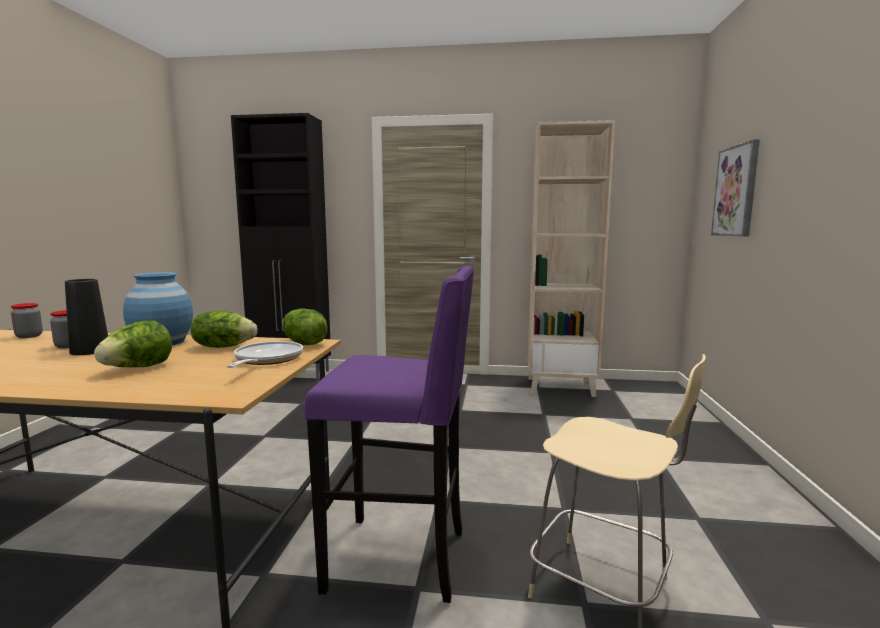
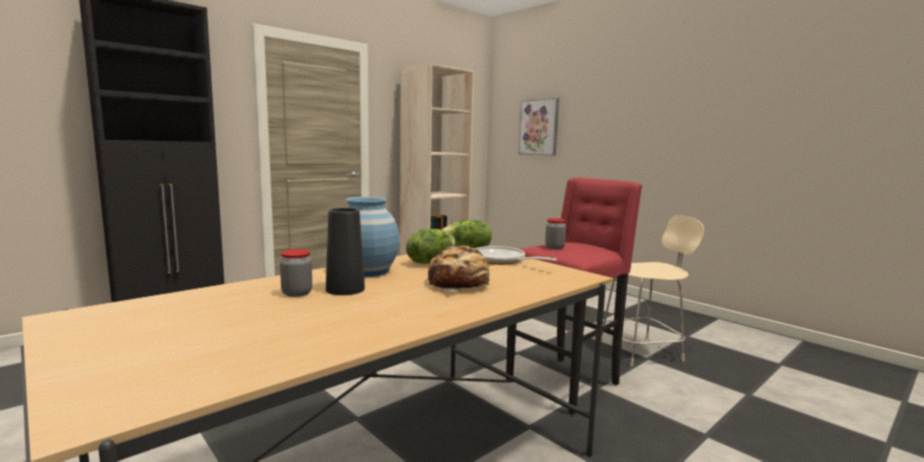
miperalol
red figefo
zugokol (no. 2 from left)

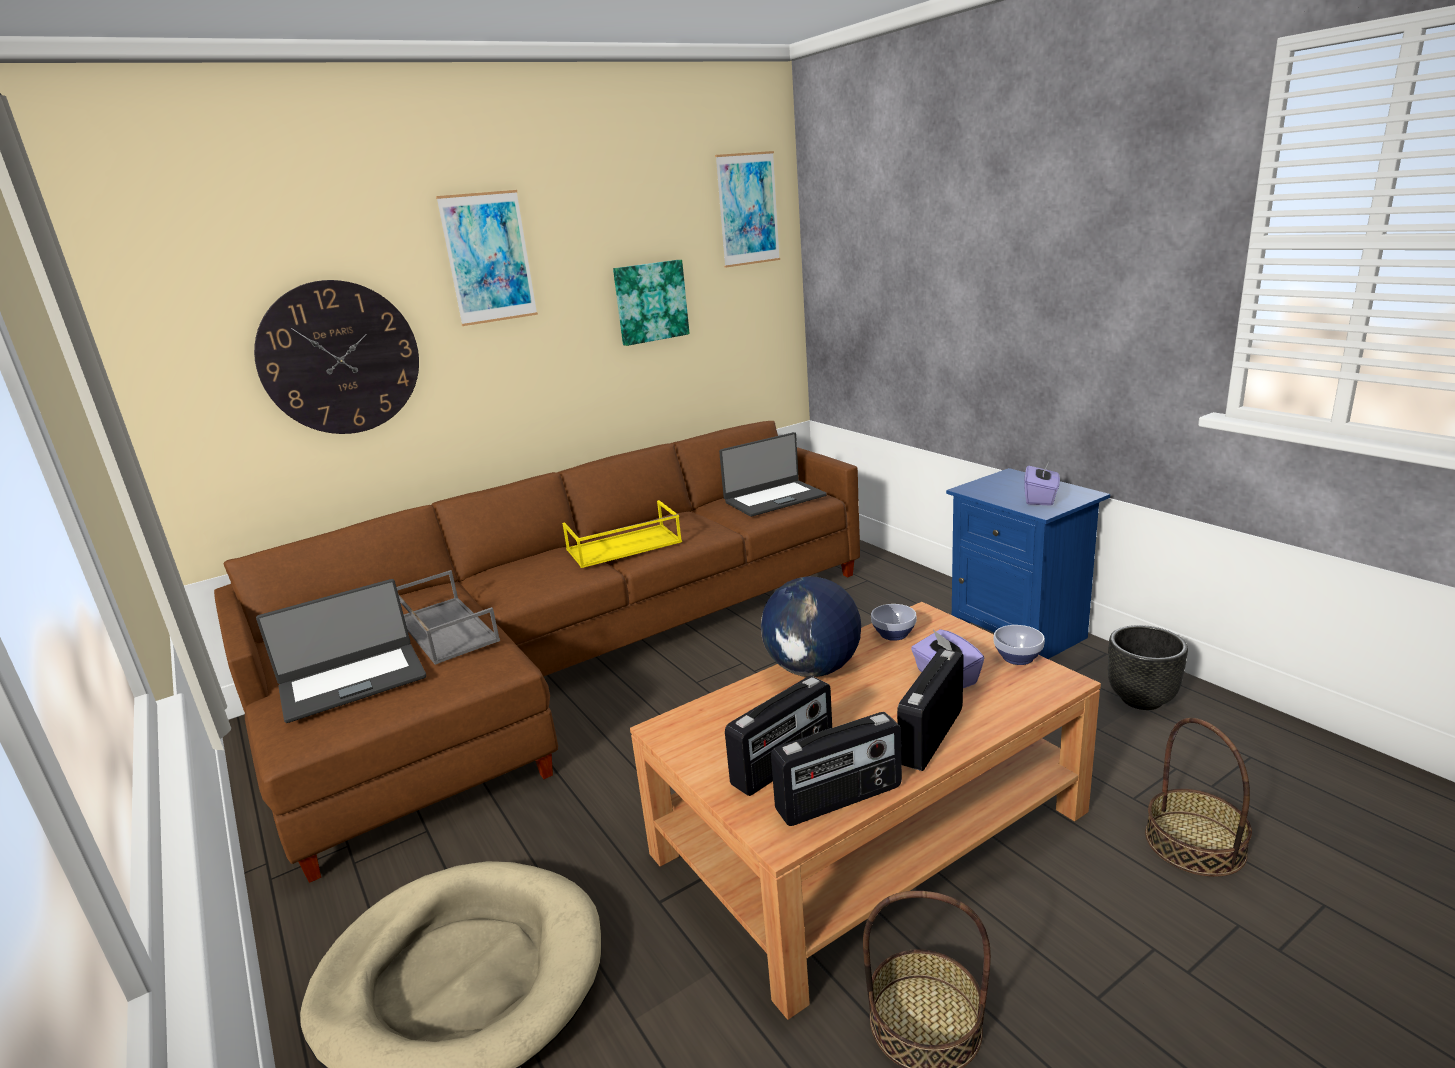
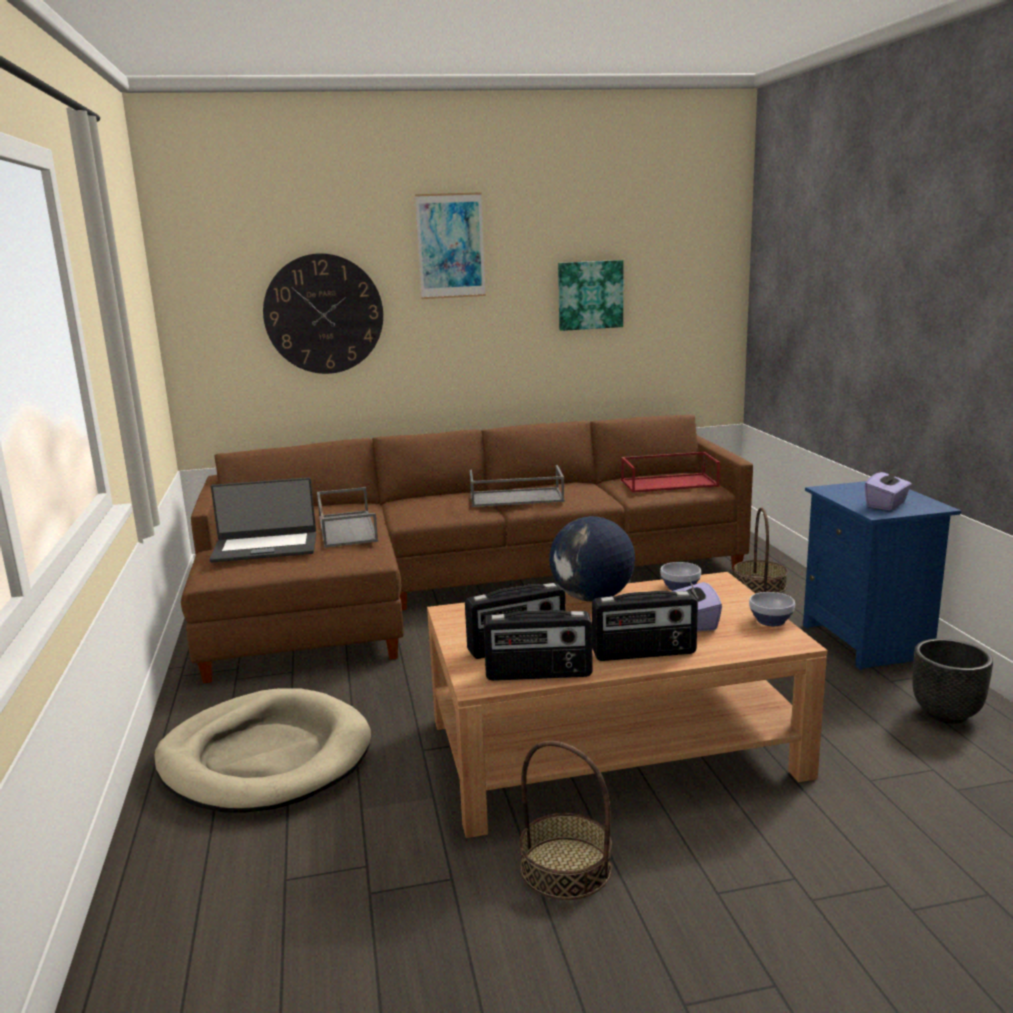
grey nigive (no. 2 from left)
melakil (no. 3 from left)
red nigive
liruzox (no. 2 from left)
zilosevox (no. 3 from left in the first image)

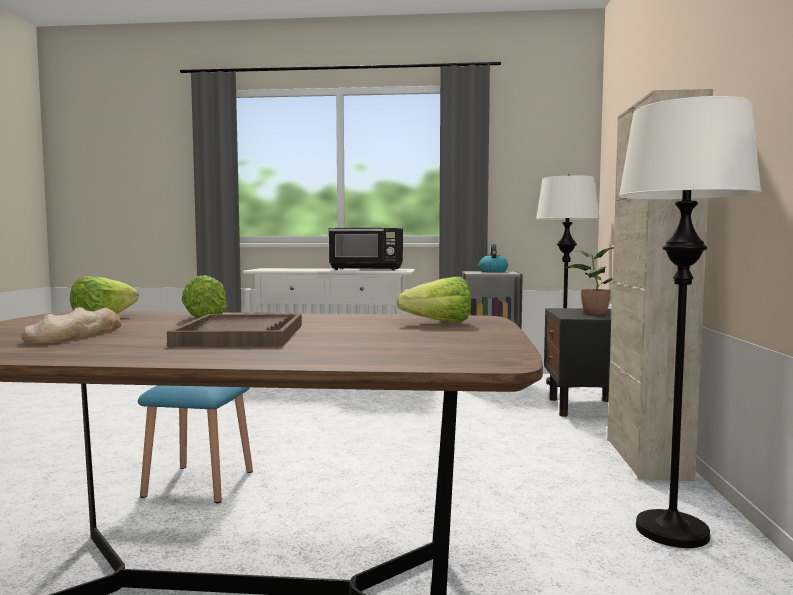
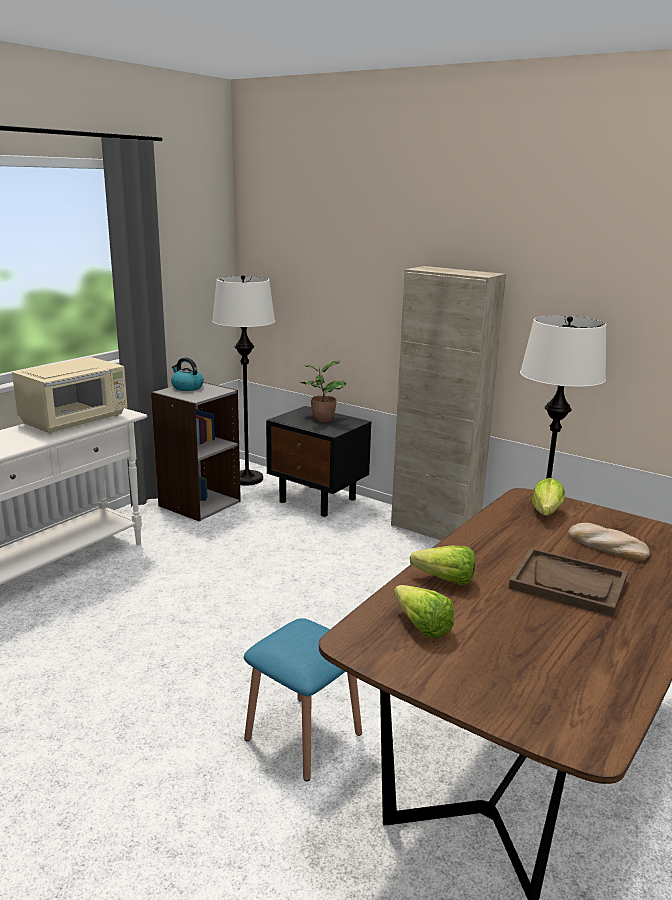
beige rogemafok
miperalol

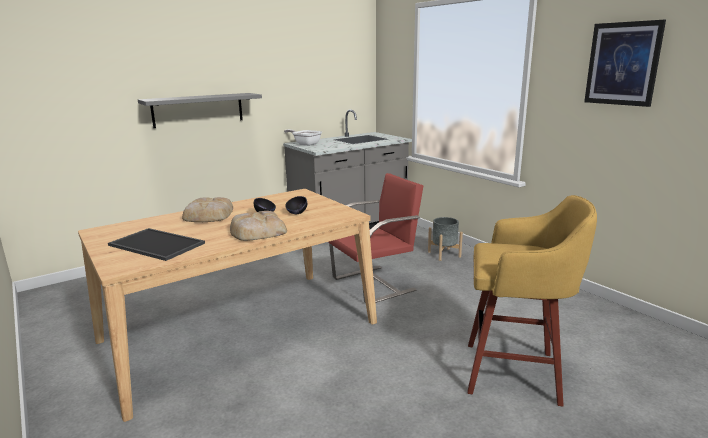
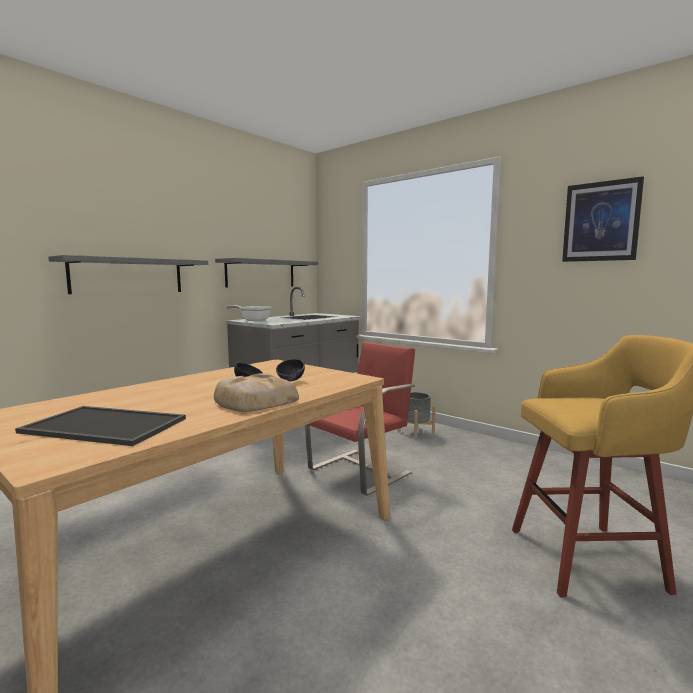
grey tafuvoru (no. 2 from left)
miperalol (no. 1 from left in the first image)

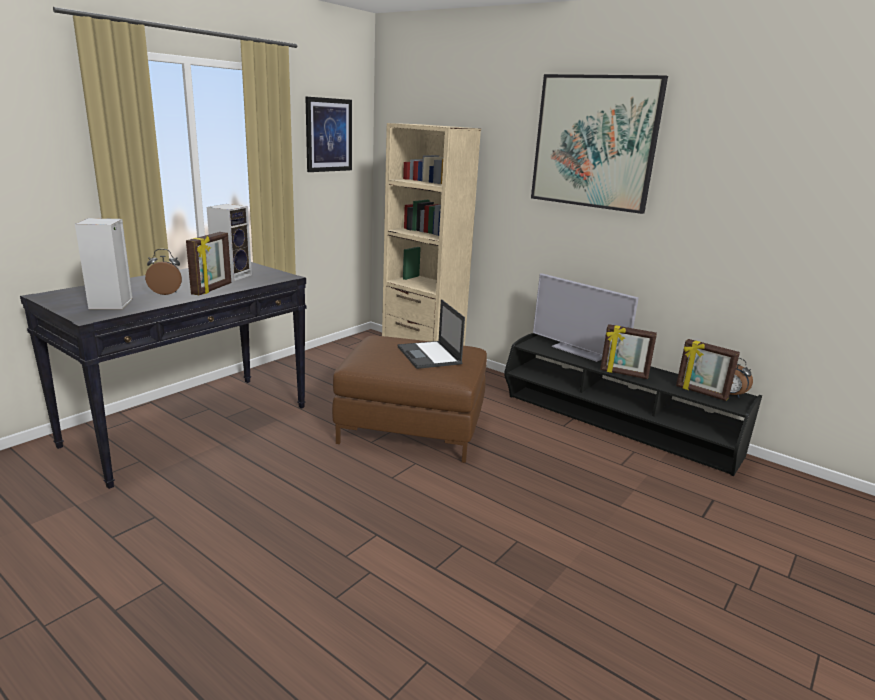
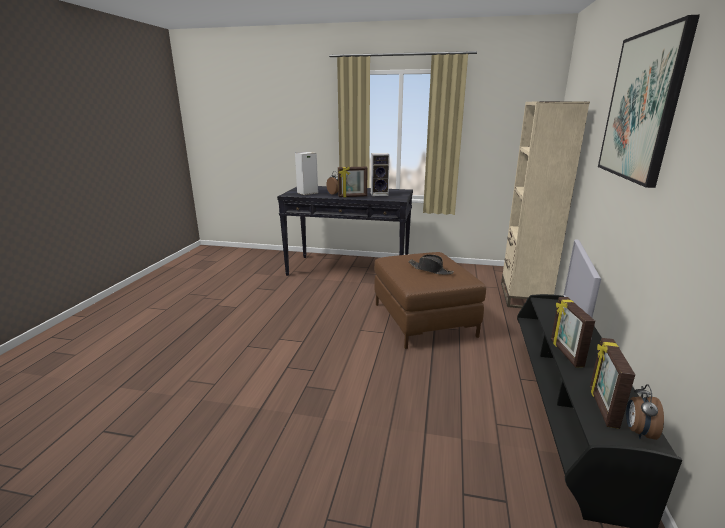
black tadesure
zilosevox (no. 1 from left in the first image)

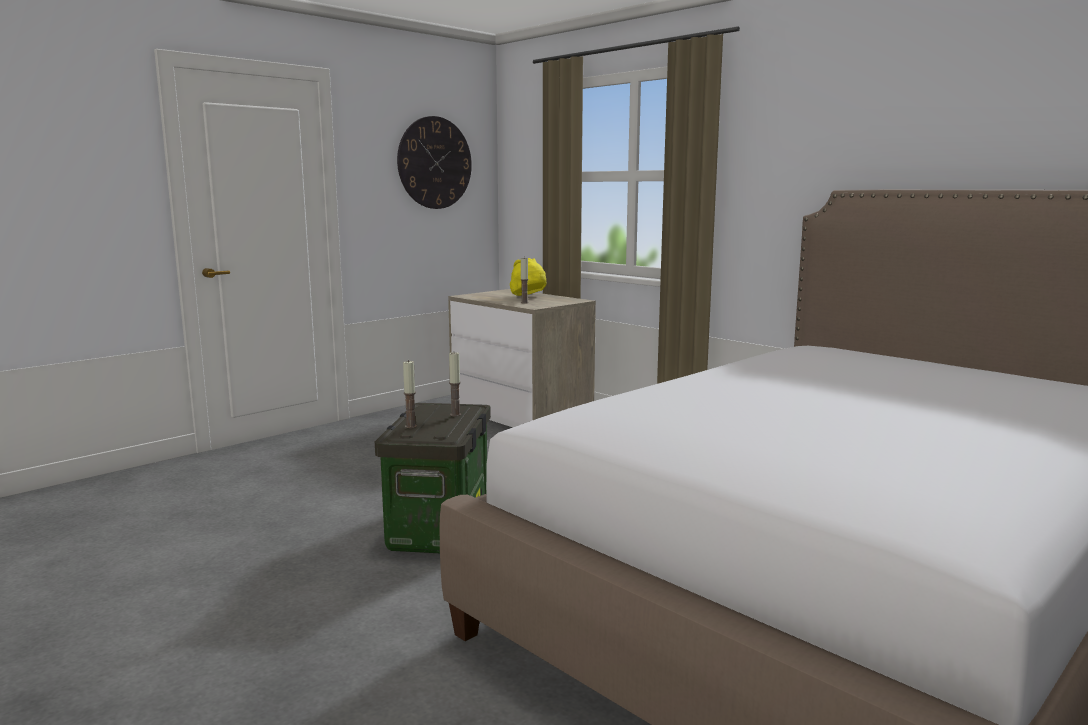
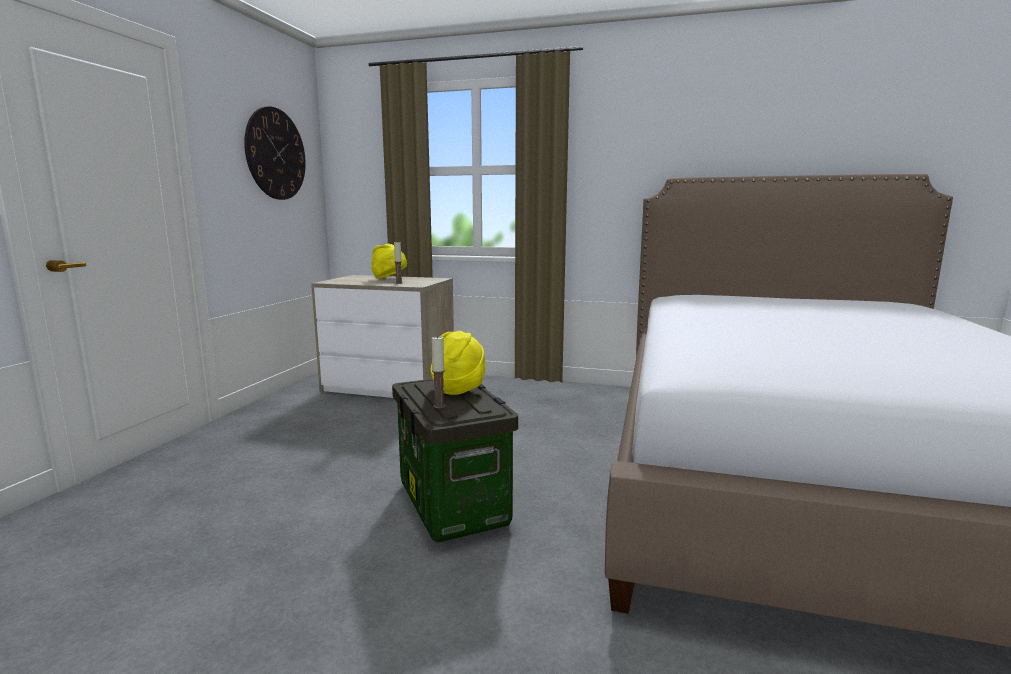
yellow tadesure (no. 2 from left)

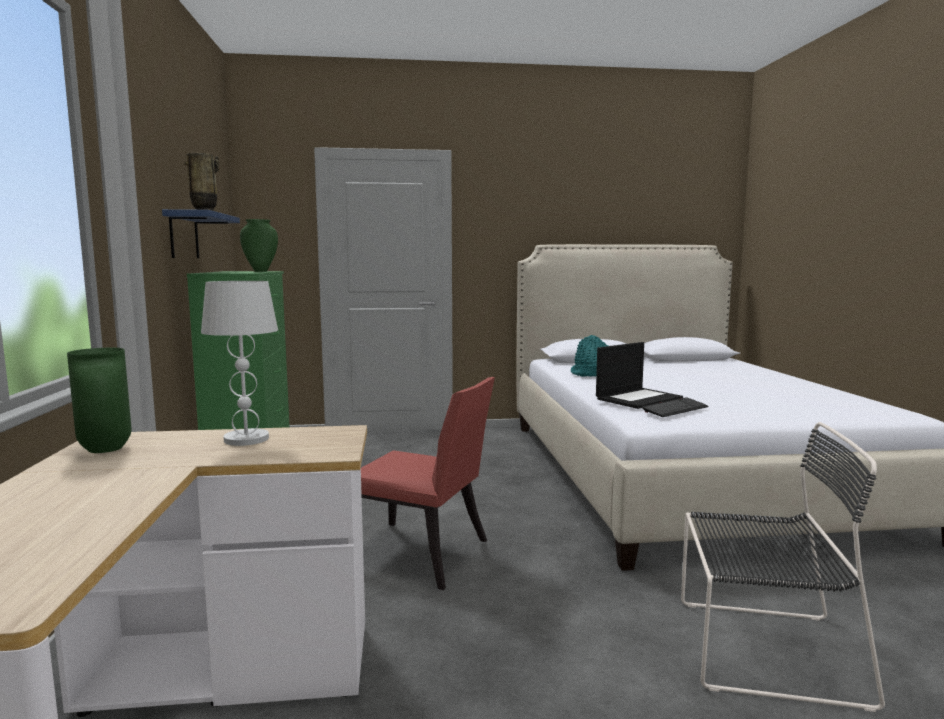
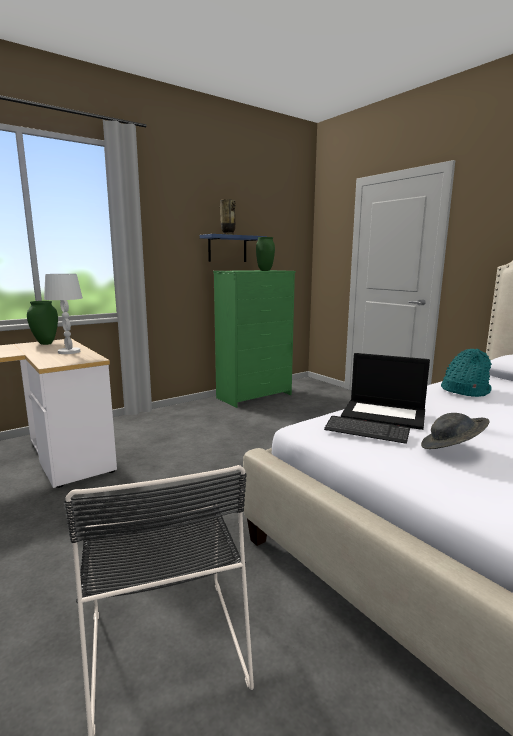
grey tadesure
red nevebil

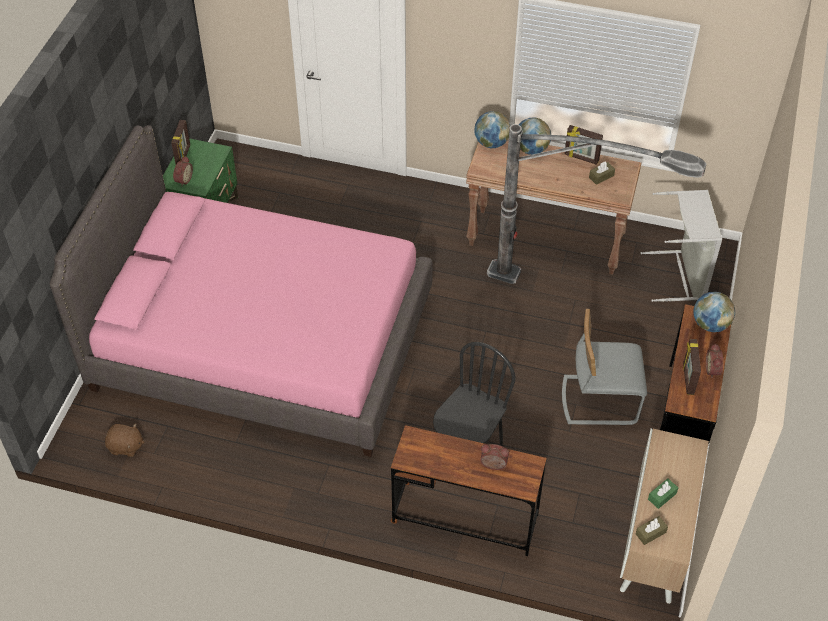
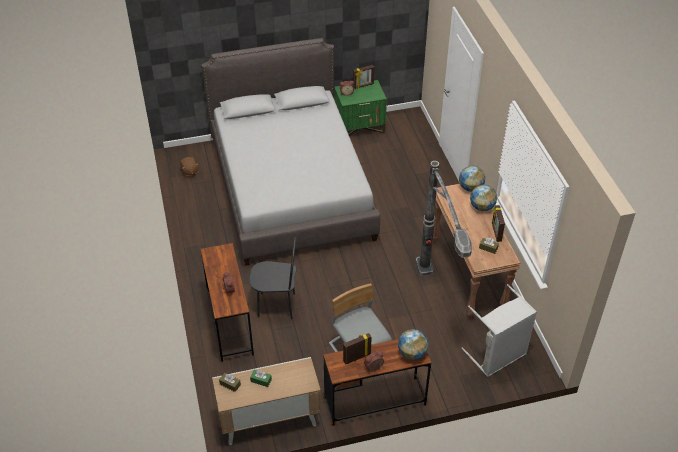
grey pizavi

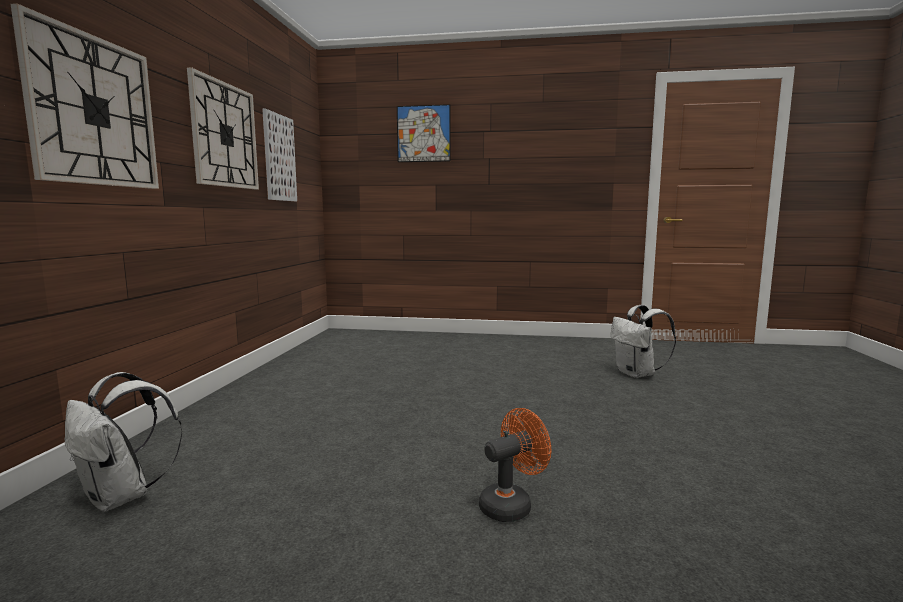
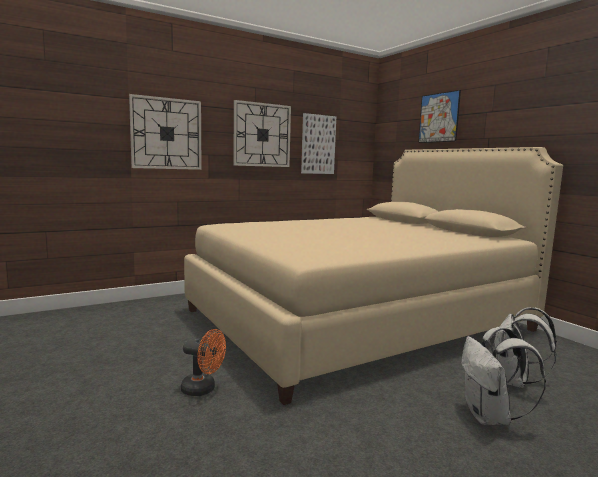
beige pizavi
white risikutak (no. 1 from left)

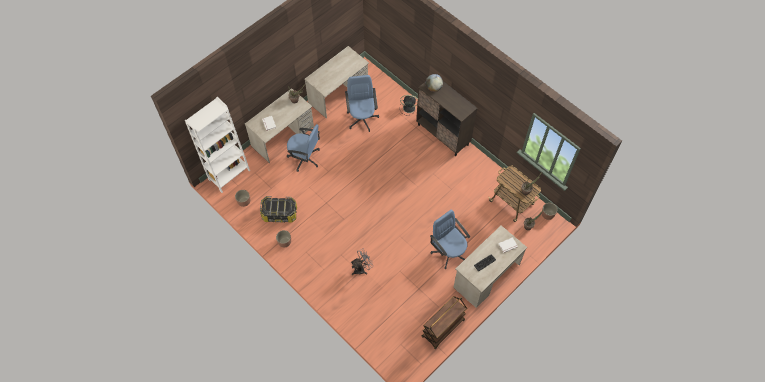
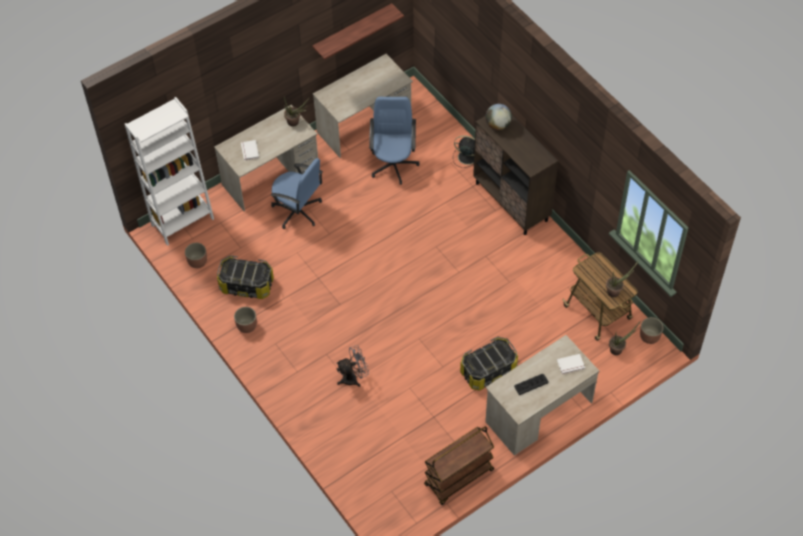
tafuvoru
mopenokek (no. 2 from left)

